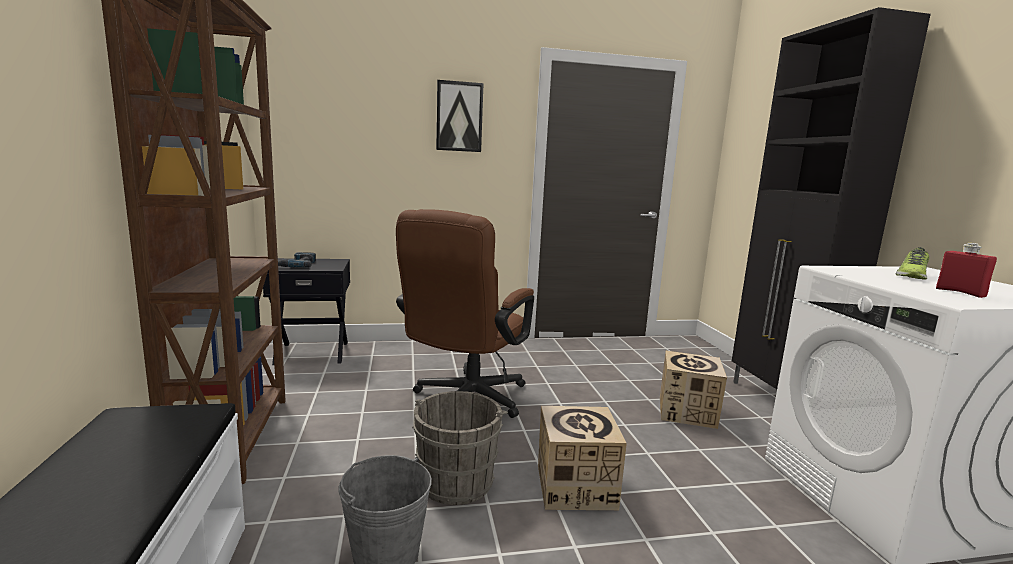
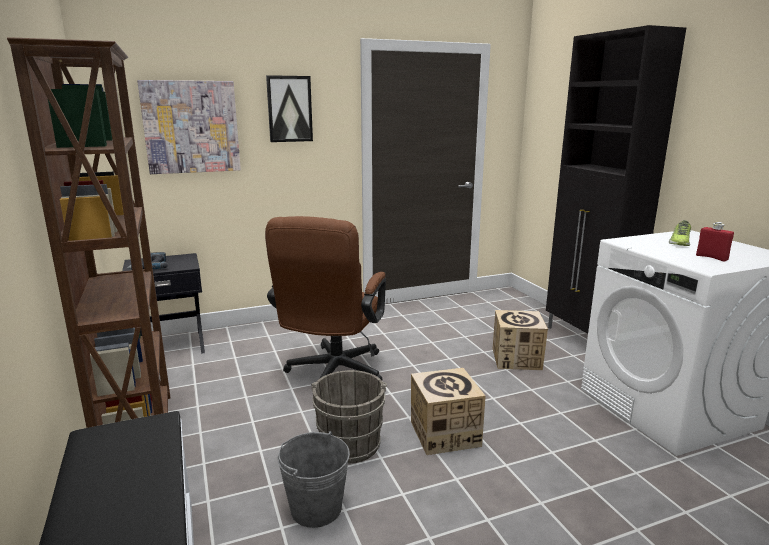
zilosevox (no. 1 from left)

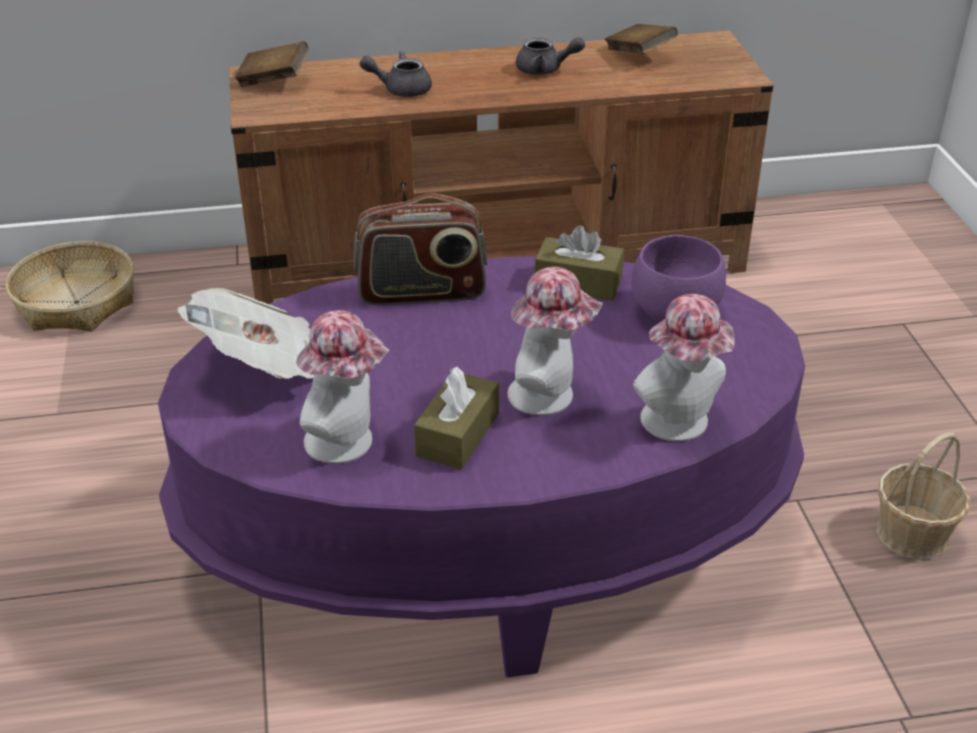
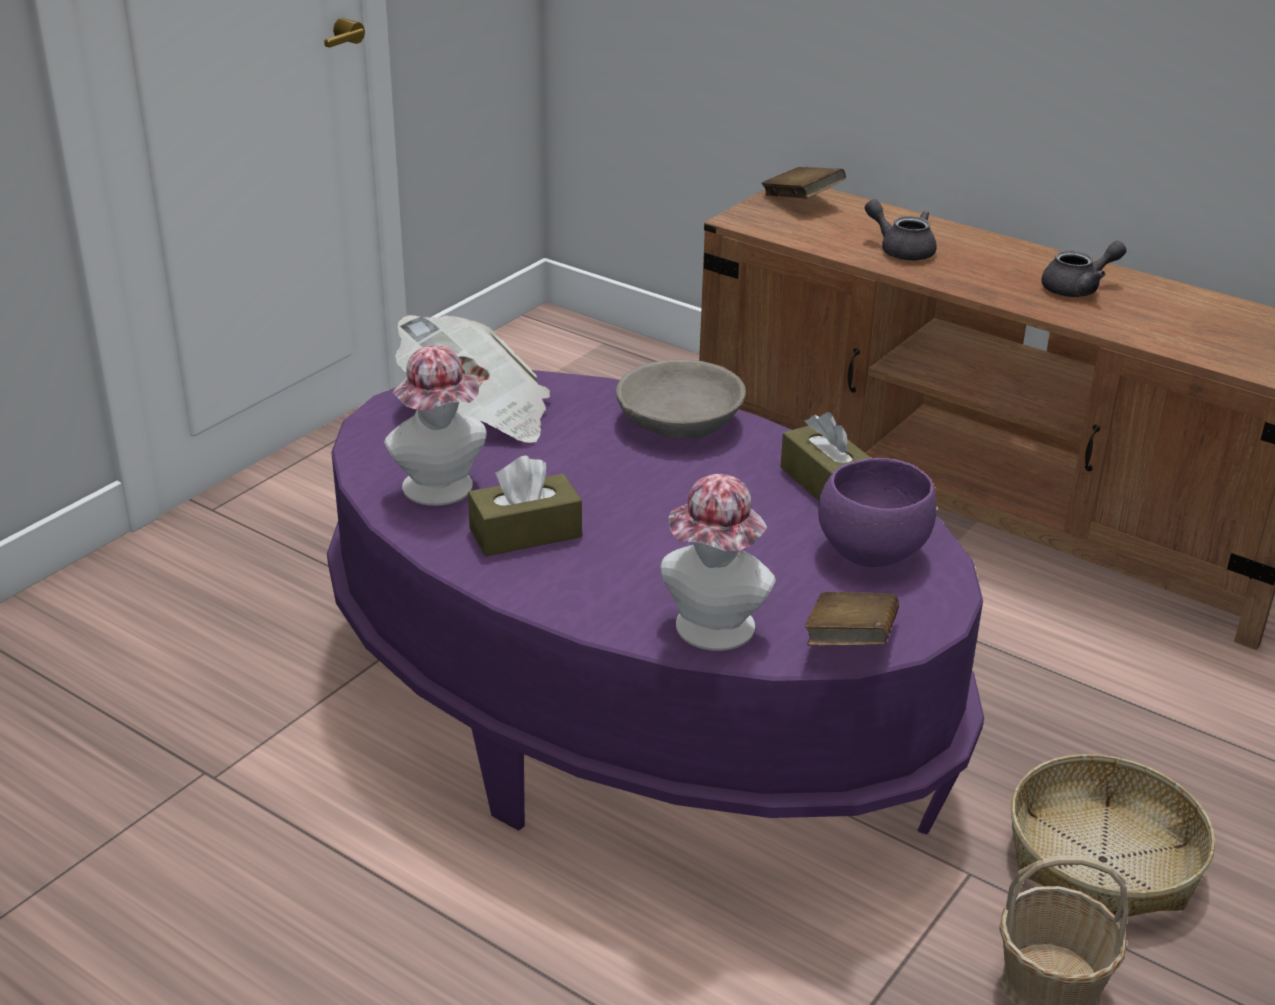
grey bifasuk
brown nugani (no. 2 from left)
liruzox (no. 2 from left)
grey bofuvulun (no. 2 from left)
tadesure (no. 2 from left in the first image)

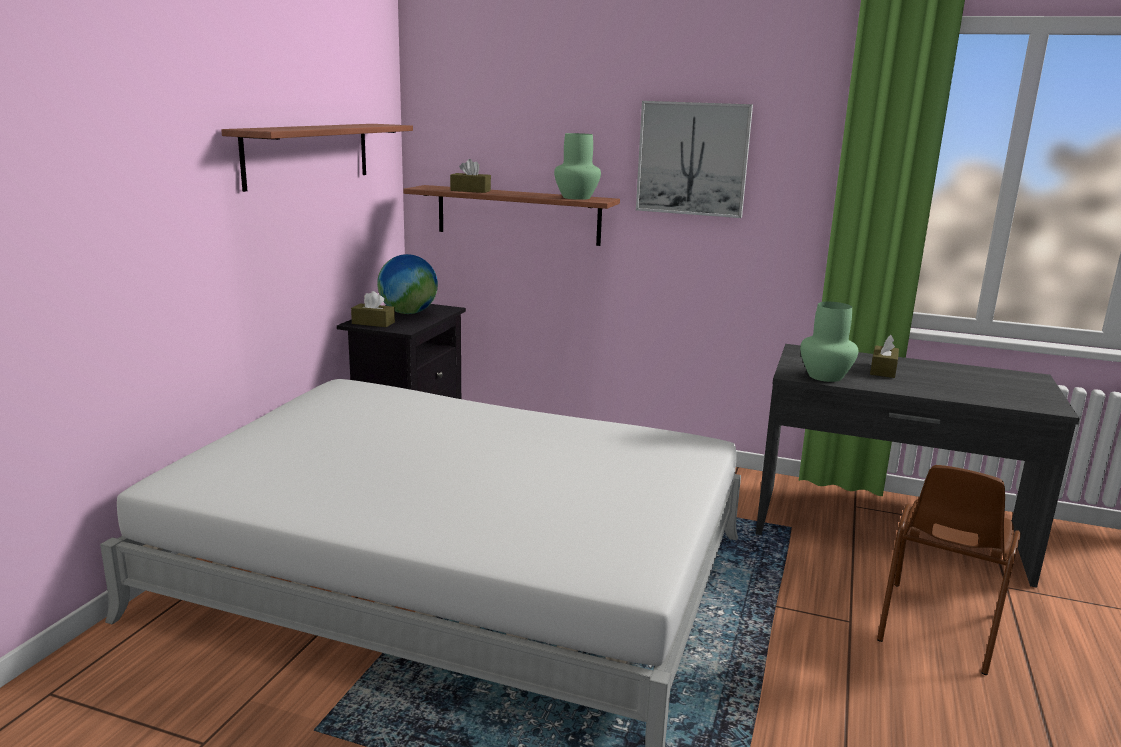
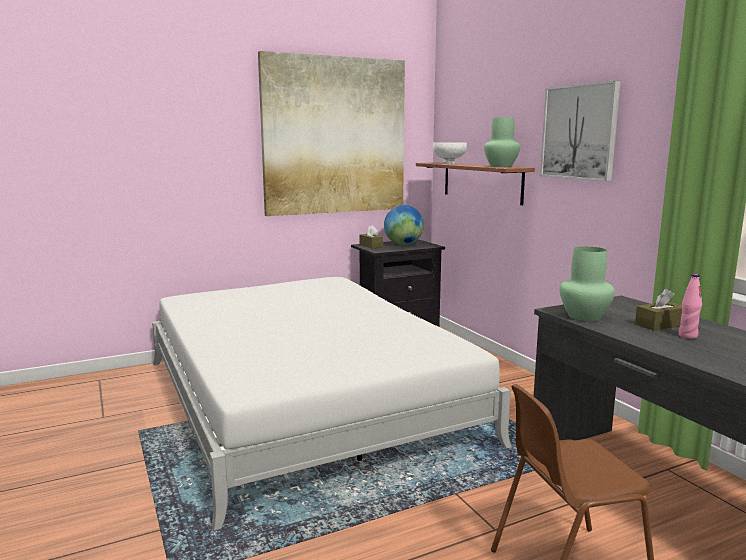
zilosevox (no. 1 from left)
white bifasuk
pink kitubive

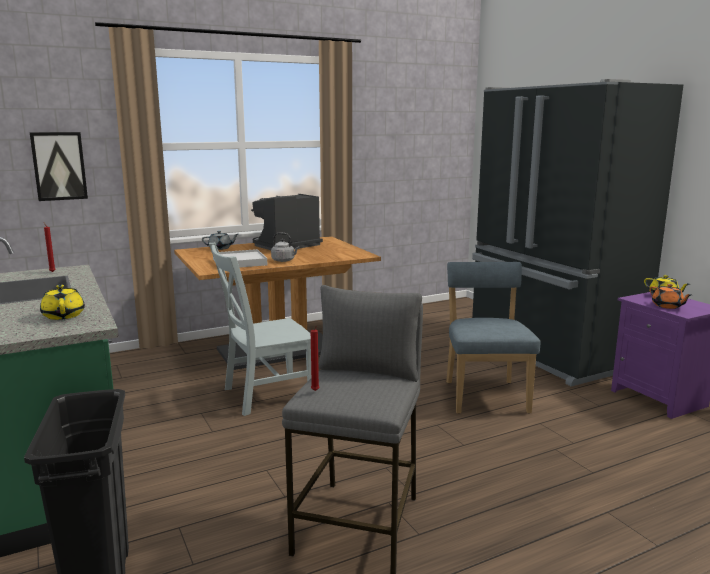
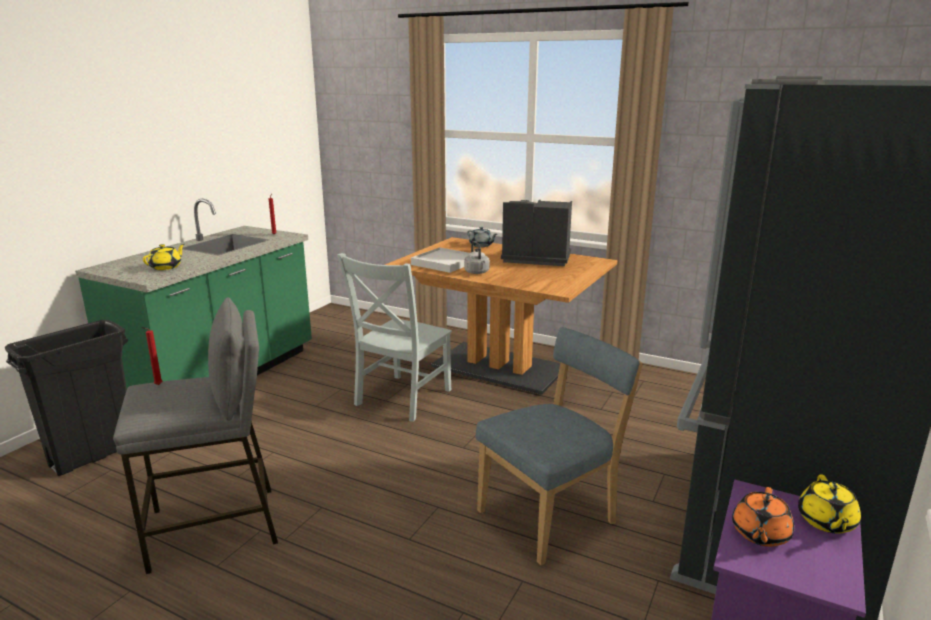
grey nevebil
zilosevox

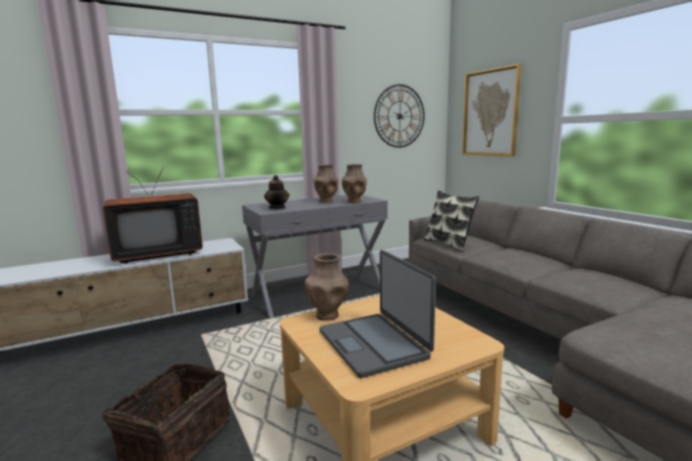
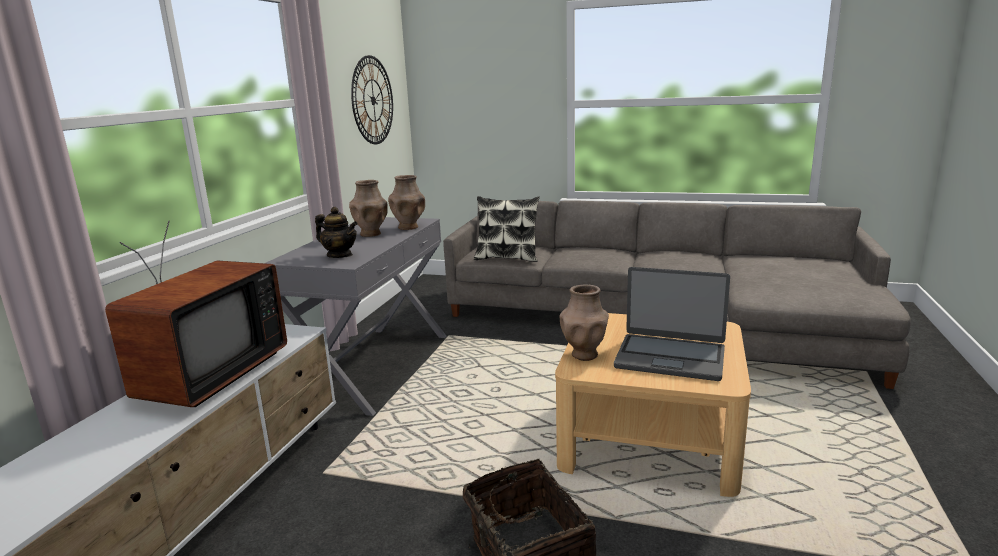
zilosevox

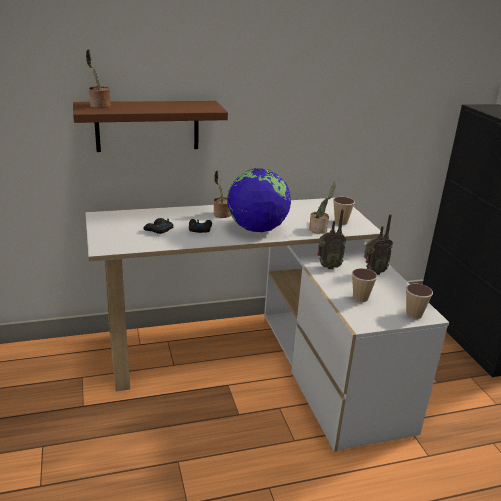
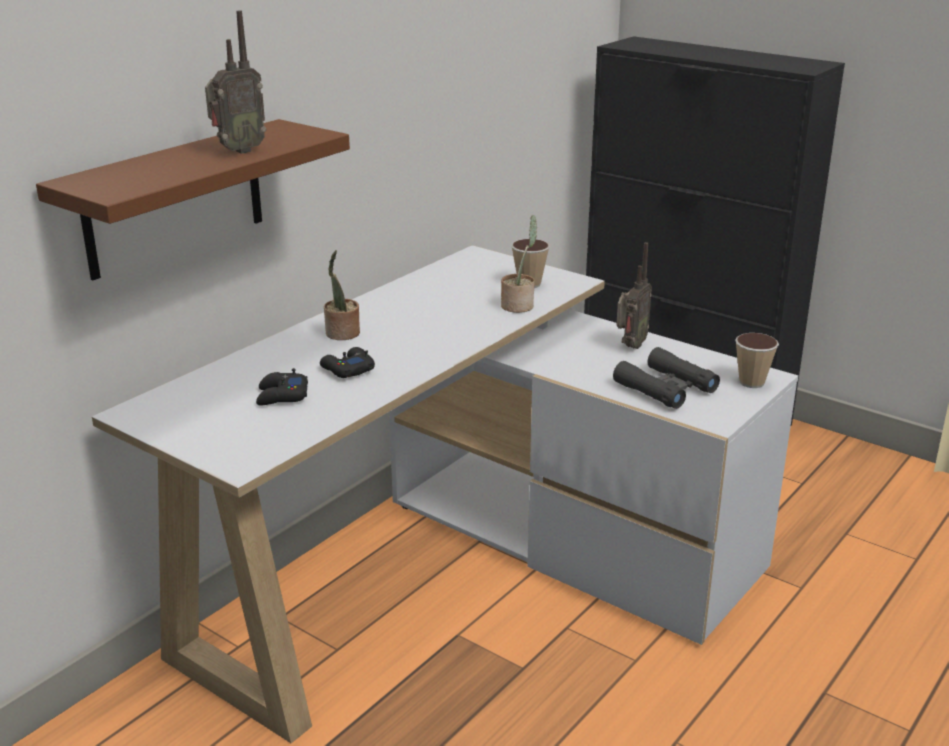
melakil (no. 1 from left)
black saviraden
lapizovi (no. 1 from left in the first image)
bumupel

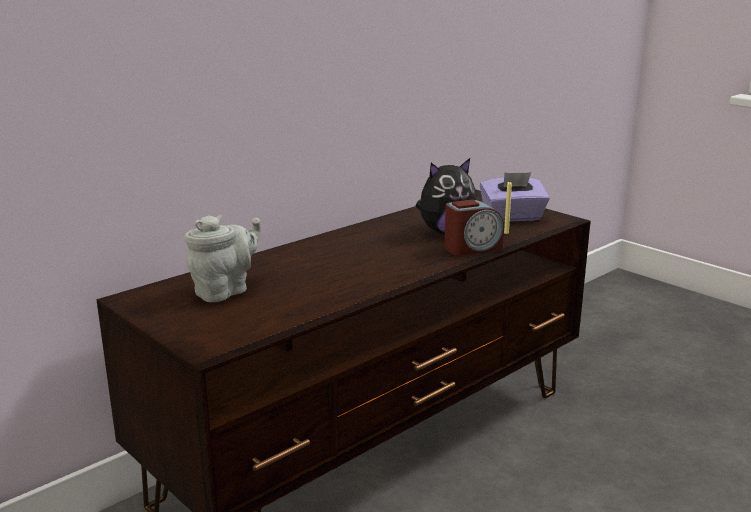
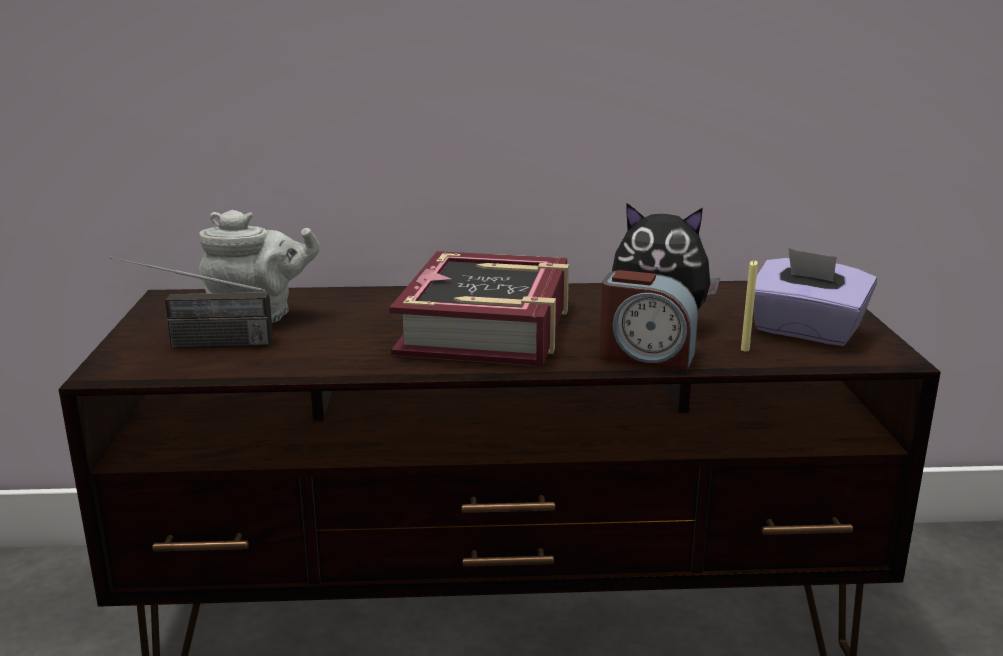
melakil
nugani

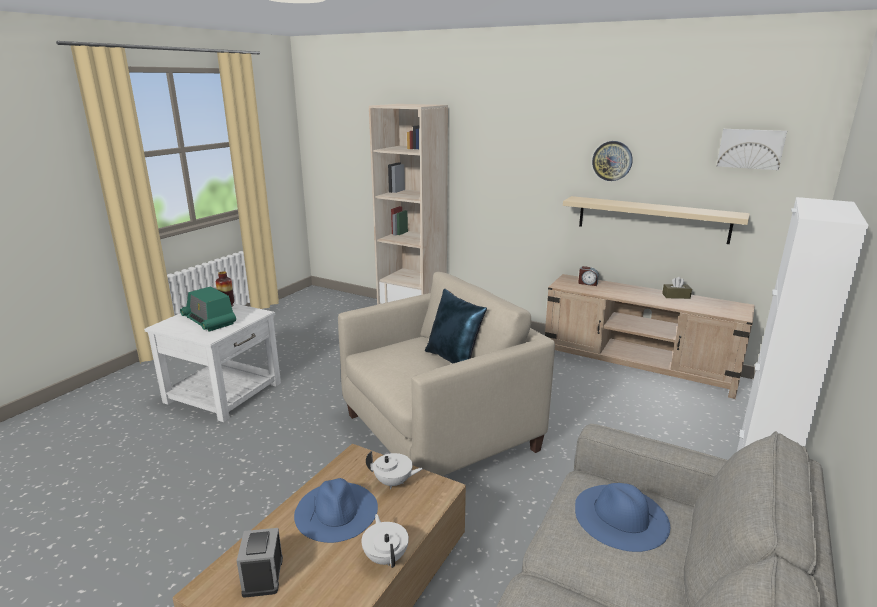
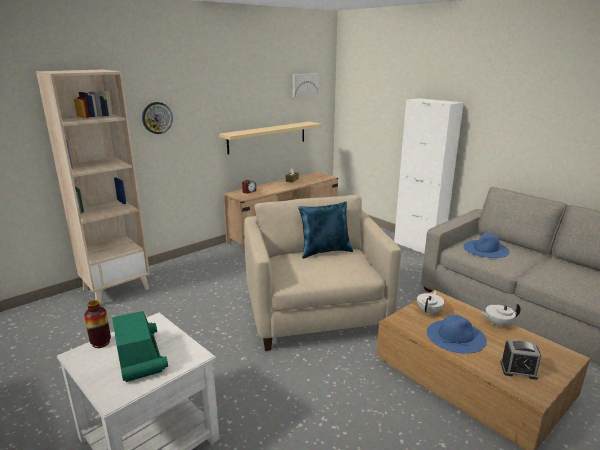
melakil
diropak

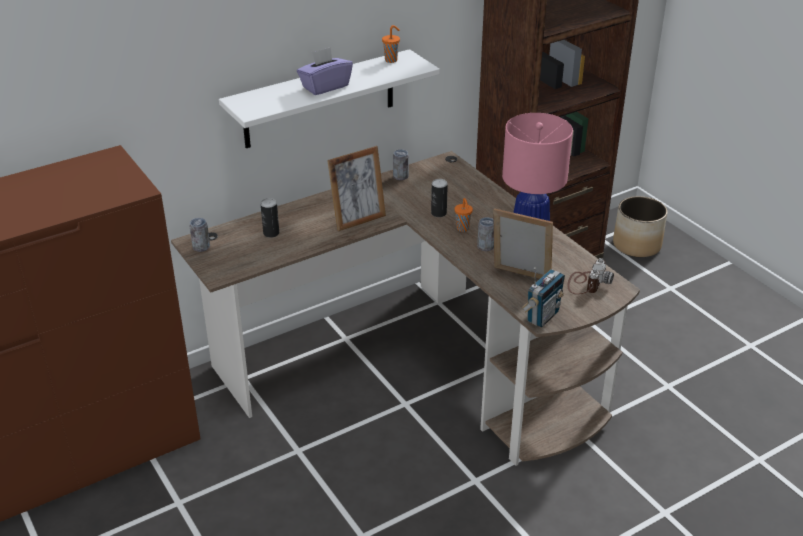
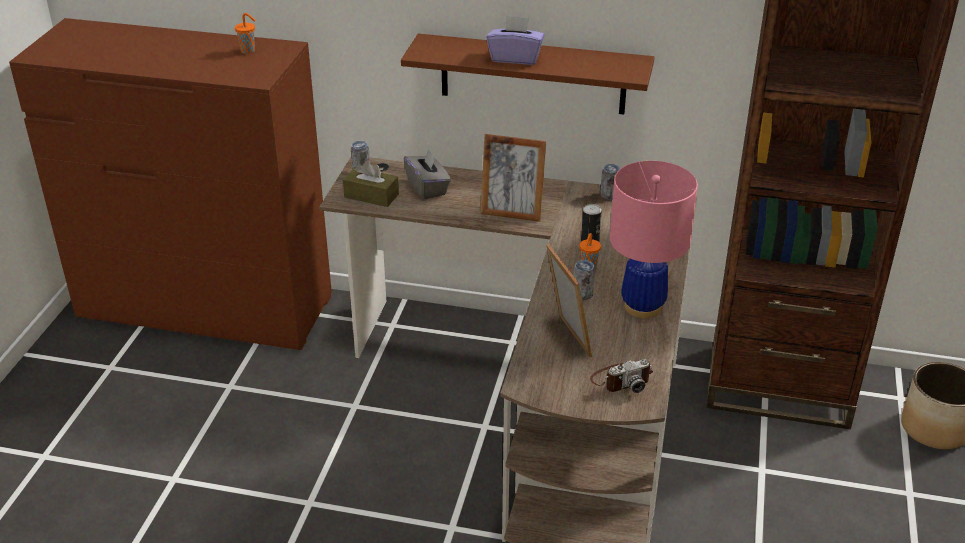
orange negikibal (no. 1 from left)
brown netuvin
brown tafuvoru
grey netuvin
melakil

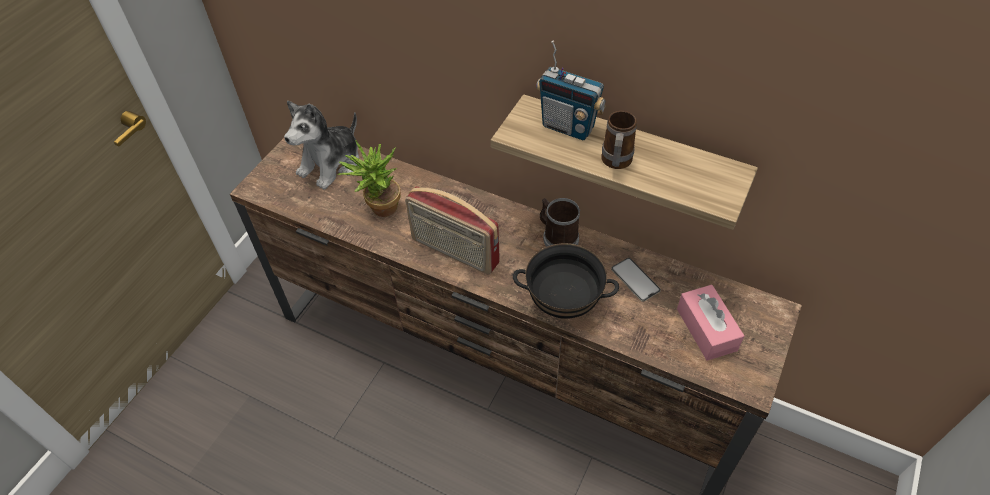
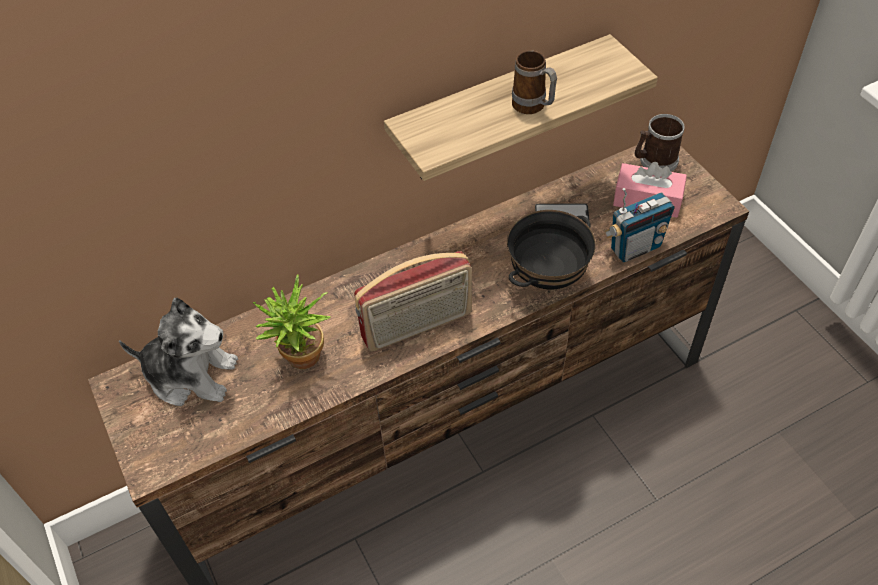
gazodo
melakil (no. 2 from left)
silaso (no. 2 from left)

